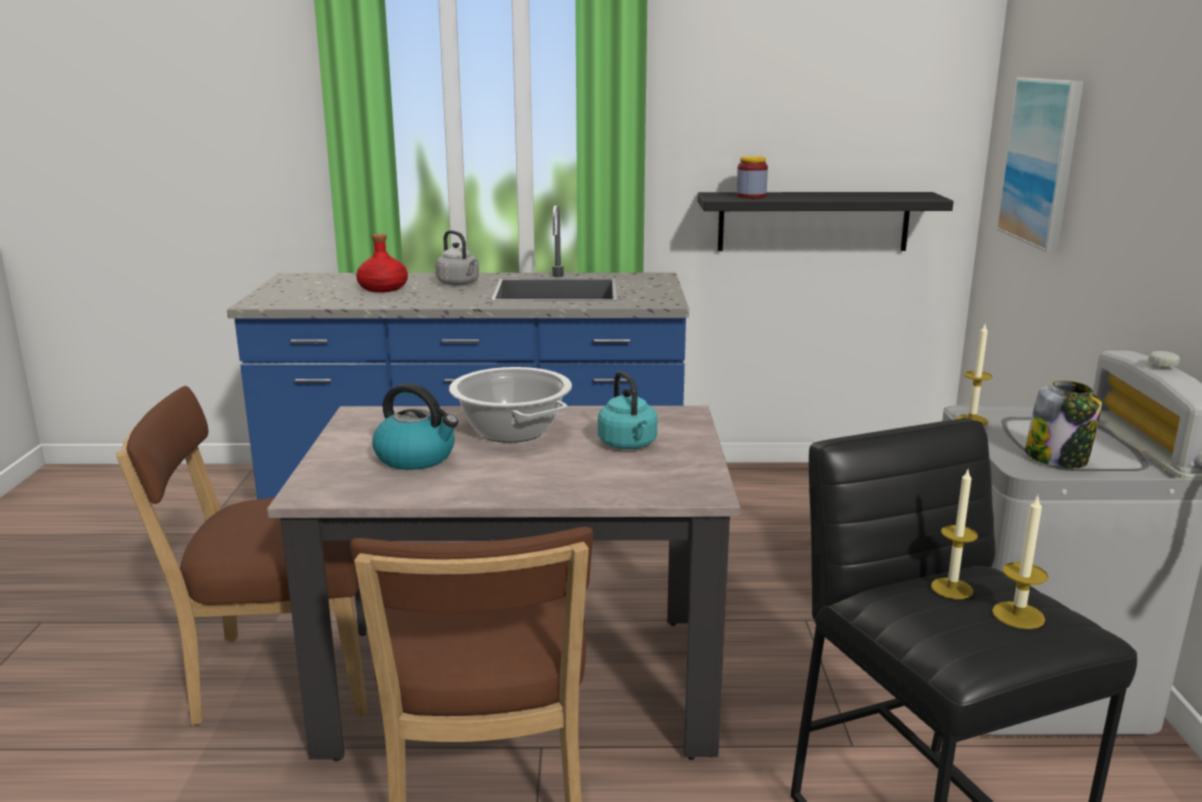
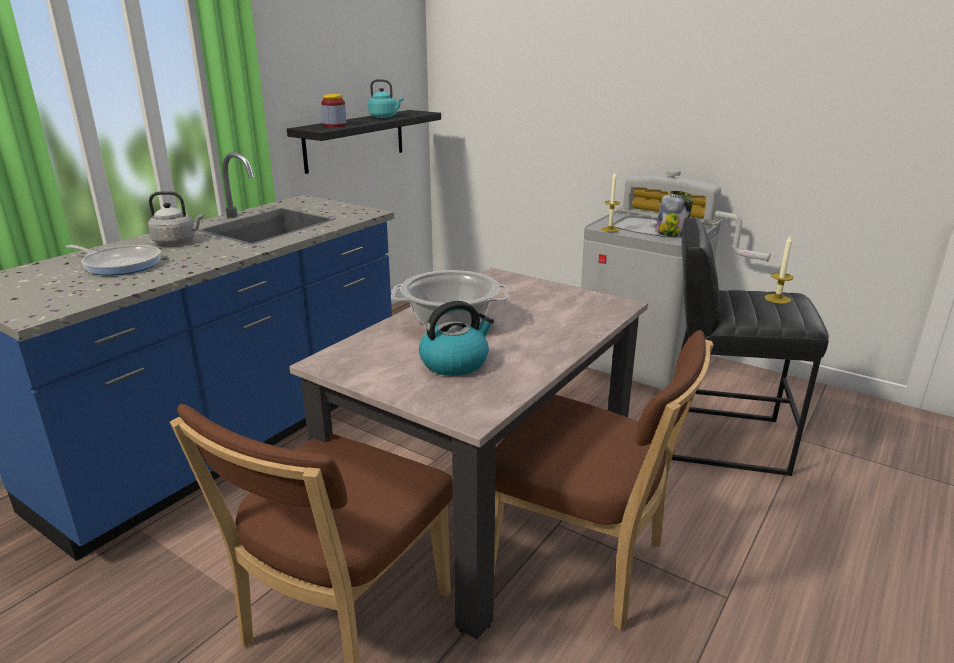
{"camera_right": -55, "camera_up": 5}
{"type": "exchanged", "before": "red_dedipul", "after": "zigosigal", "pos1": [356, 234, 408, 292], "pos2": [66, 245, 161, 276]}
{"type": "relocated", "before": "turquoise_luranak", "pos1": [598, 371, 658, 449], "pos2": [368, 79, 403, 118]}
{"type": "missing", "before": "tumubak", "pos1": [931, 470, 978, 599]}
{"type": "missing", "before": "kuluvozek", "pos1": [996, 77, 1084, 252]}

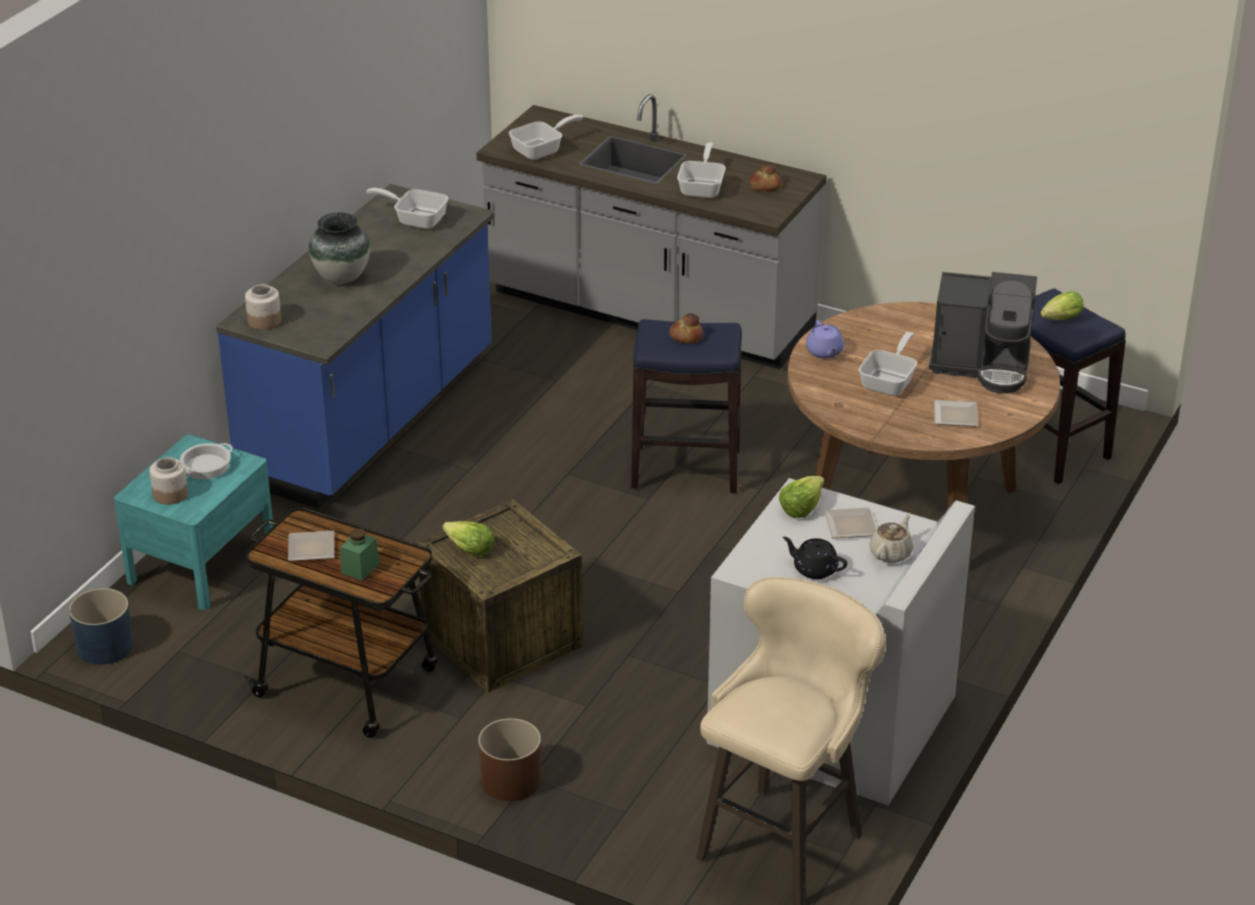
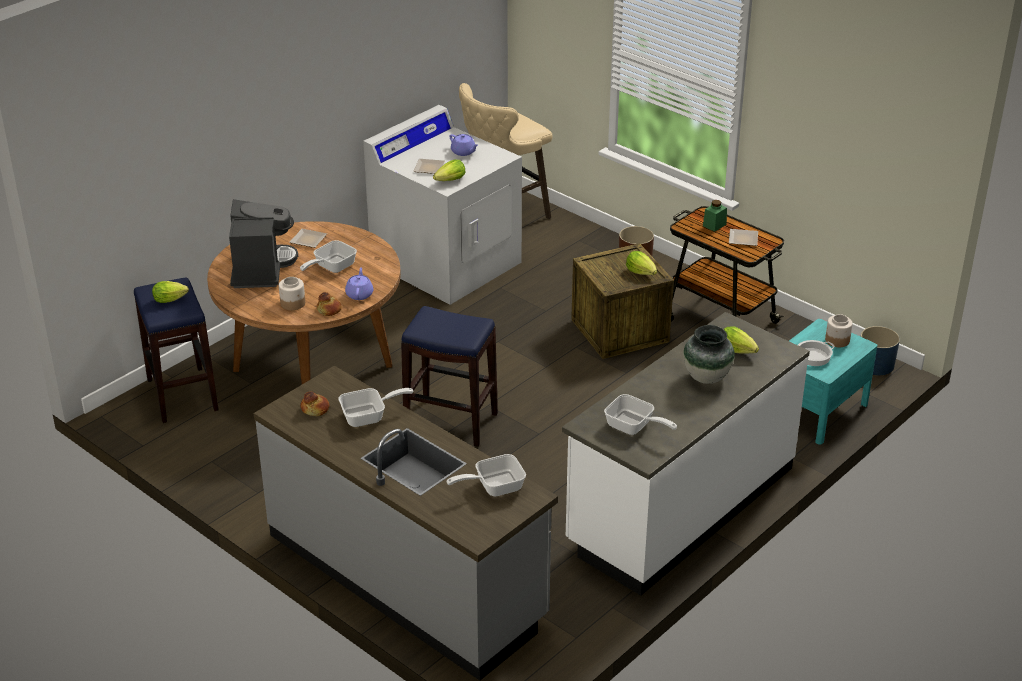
{"camera_right": -165, "camera_up": 0}
{"type": "spun", "before": "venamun", "pos1": [929, 272, 1037, 394], "pos2": [229, 199, 298, 288], "turn": 60}
{"type": "relocated", "before": "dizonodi", "pos1": [245, 284, 281, 330], "pos2": [279, 277, 305, 310]}
{"type": "relocated", "before": "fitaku", "pos1": [669, 313, 703, 344], "pos2": [317, 292, 342, 316]}
{"type": "spun", "before": "zigosigal", "pos1": [677, 143, 726, 198], "pos2": [338, 388, 414, 427], "turn": -135}
{"type": "colour", "before": "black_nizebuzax", "after": "purple_nizebuzax", "pos1": [783, 537, 847, 579], "pos2": [450, 134, 478, 156]}
{"type": "colour", "before": "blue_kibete", "after": "white_kibete", "pos1": [216, 184, 495, 509], "pos2": [562, 312, 810, 596]}
{"type": "appeared", "after": "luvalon", "pos2": [724, 326, 759, 353]}
{"type": "missing", "before": "beige_nizebuzax", "pos1": [869, 513, 914, 563]}

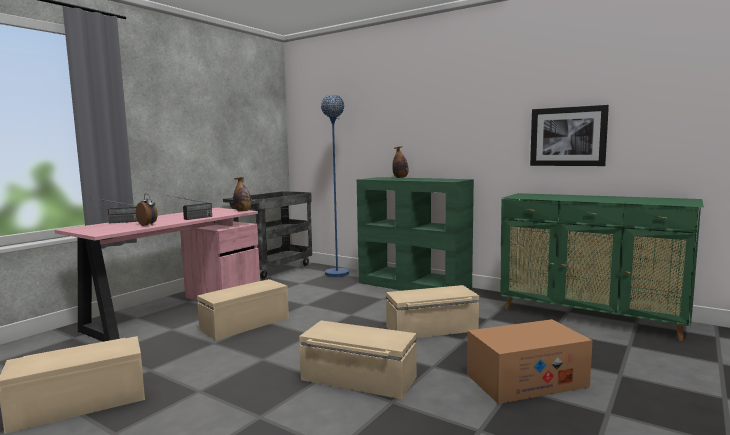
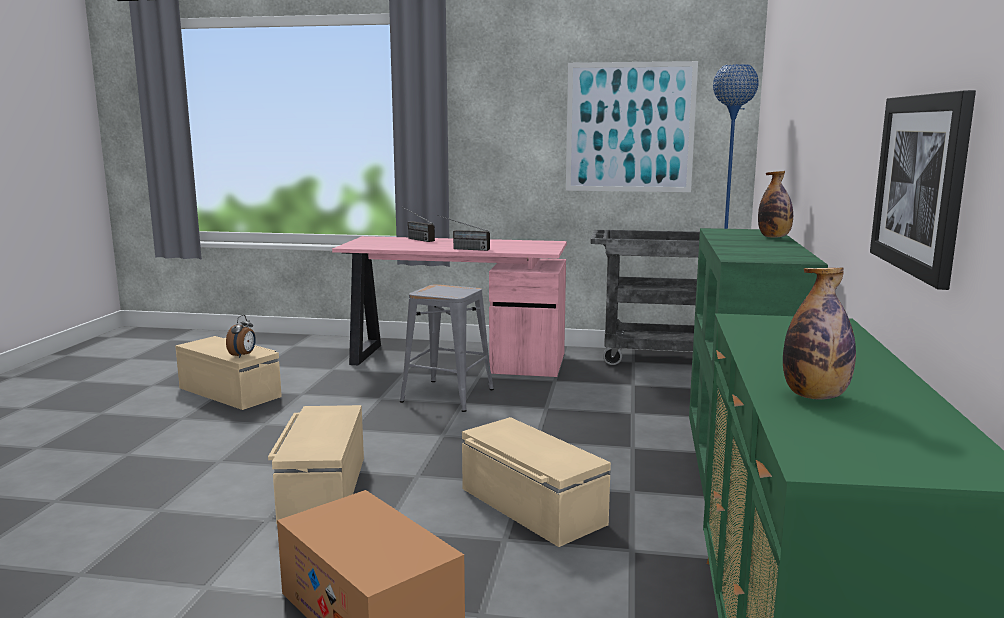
{"camera_right": 65, "camera_up": 5}
{"type": "relocated", "before": "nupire", "pos1": [136, 194, 158, 226], "pos2": [226, 315, 256, 358]}
{"type": "exchanged", "before": "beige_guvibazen", "after": "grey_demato", "pos1": [197, 279, 289, 340], "pos2": [400, 284, 494, 412]}
{"type": "appeared", "after": "kuluvozek", "pos2": [566, 61, 698, 192]}
{"type": "relocated", "before": "dedipul", "pos1": [233, 177, 251, 212], "pos2": [783, 267, 856, 400]}

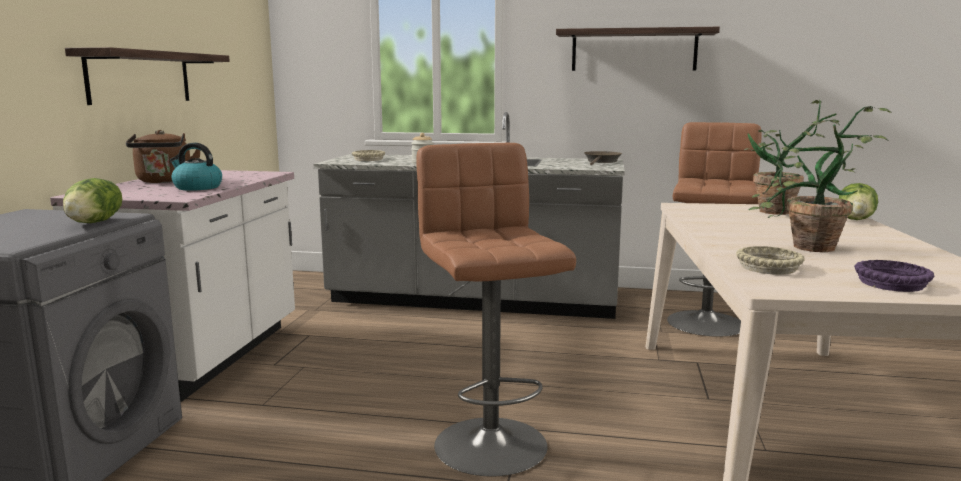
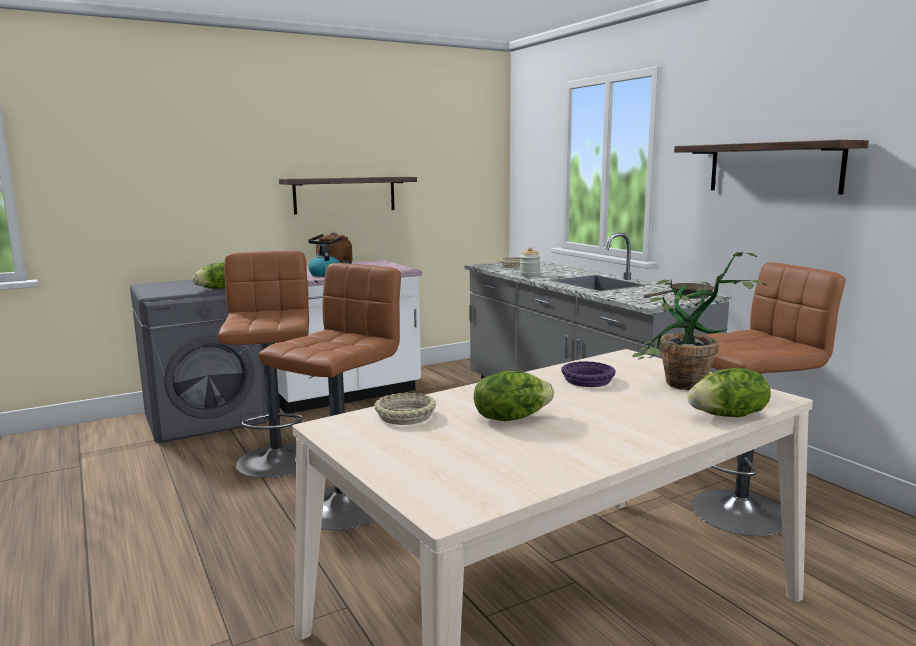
{"camera_right": 50, "camera_up": 0}
{"type": "appeared", "after": "brown_demato", "pos2": [218, 251, 309, 478]}
{"type": "exchanged", "before": "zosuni", "after": "luvalon", "pos1": [749, 106, 892, 252], "pos2": [474, 371, 554, 421]}
{"type": "relocated", "before": "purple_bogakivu", "pos1": [854, 260, 935, 292], "pos2": [561, 361, 616, 387]}

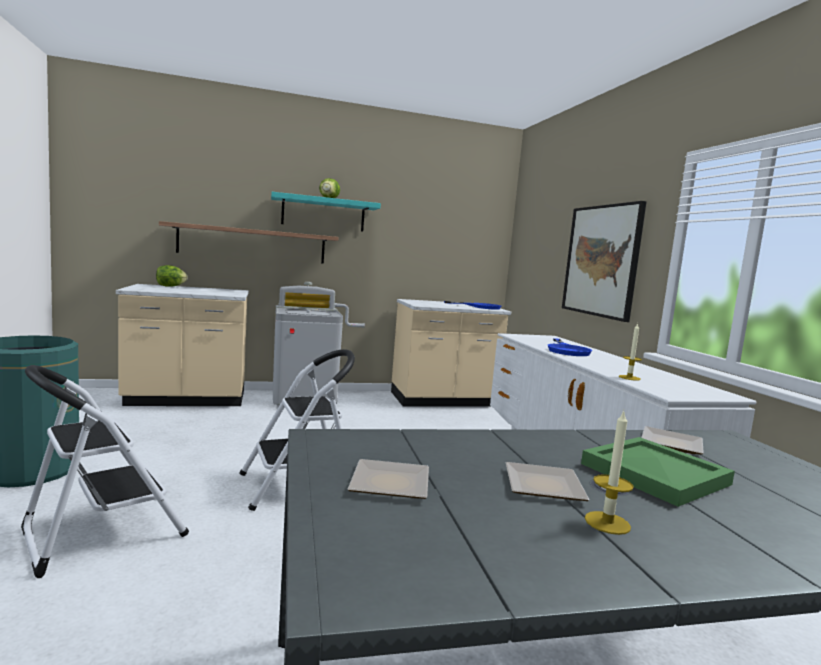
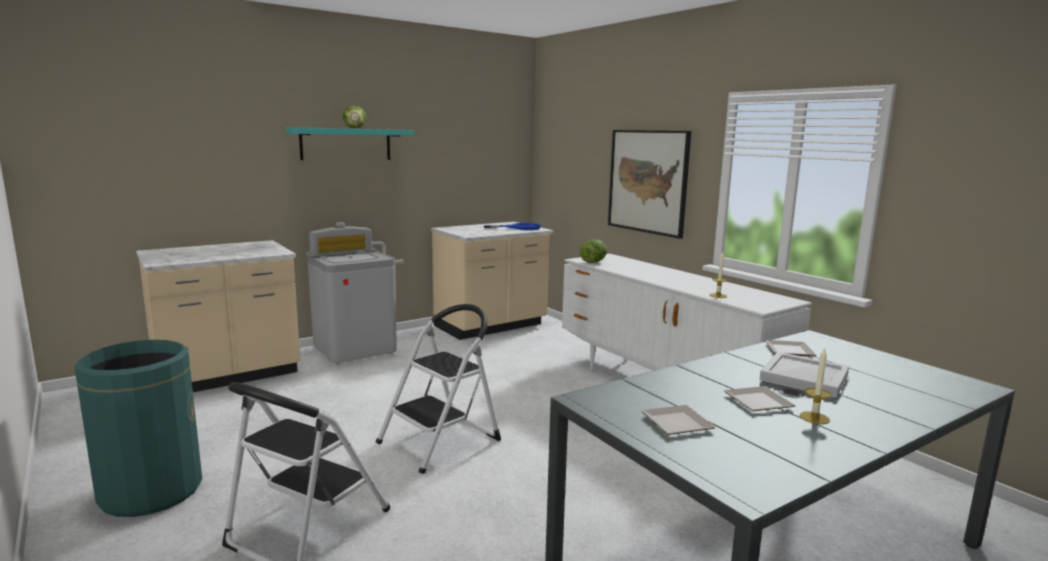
{"camera_right": -20, "camera_up": 5}
{"type": "relocated", "before": "luvalon", "pos1": [156, 265, 188, 287], "pos2": [579, 239, 607, 263]}
{"type": "colour", "before": "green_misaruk", "after": "white_misaruk", "pos1": [581, 437, 735, 507], "pos2": [759, 352, 849, 398]}
{"type": "missing", "before": "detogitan", "pos1": [159, 221, 339, 264]}
{"type": "missing", "before": "blue_zigosigal", "pos1": [548, 338, 592, 356]}

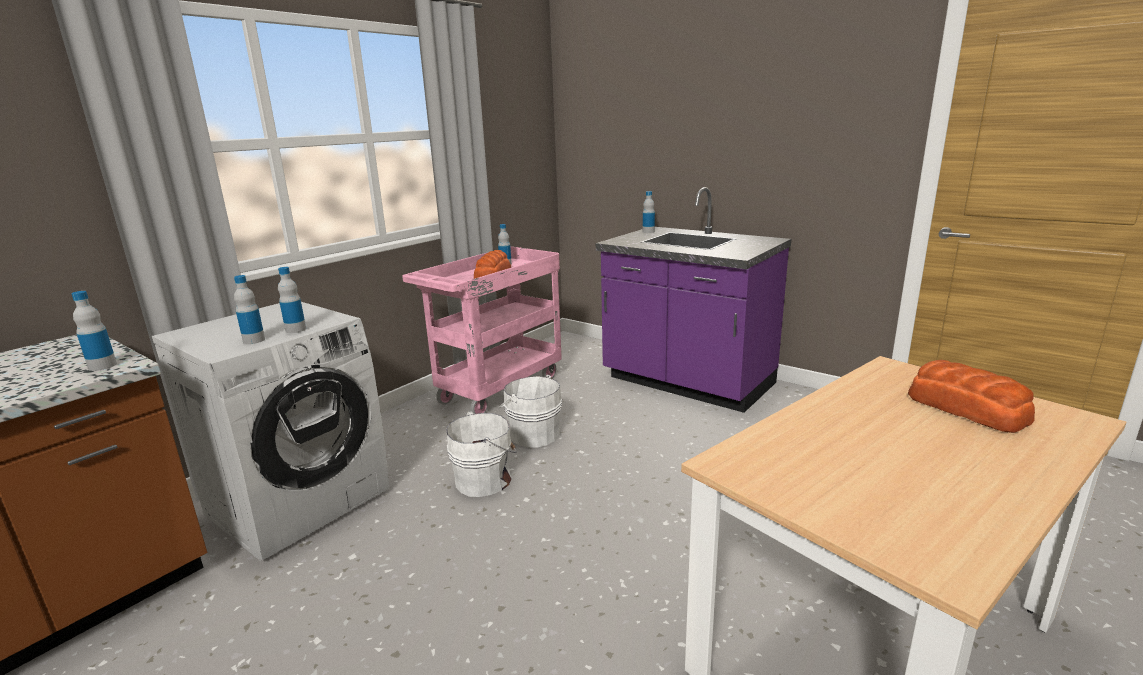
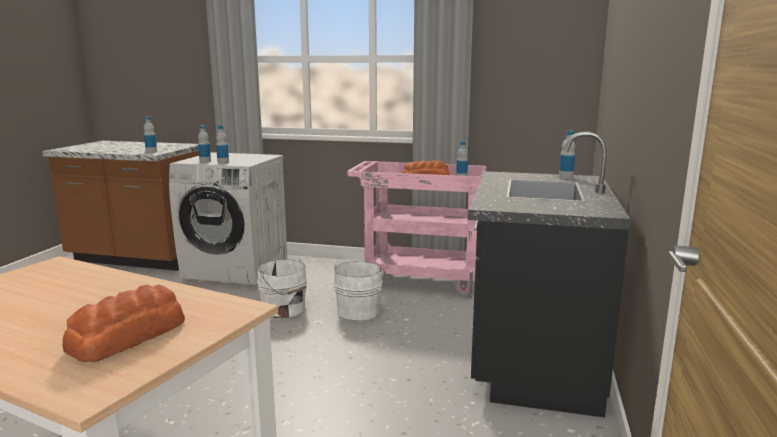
{"camera_right": 65, "camera_up": -5}
{"type": "colour", "before": "purple_kibete", "after": "black_kibete", "pos1": [596, 187, 791, 413], "pos2": [468, 132, 631, 417]}

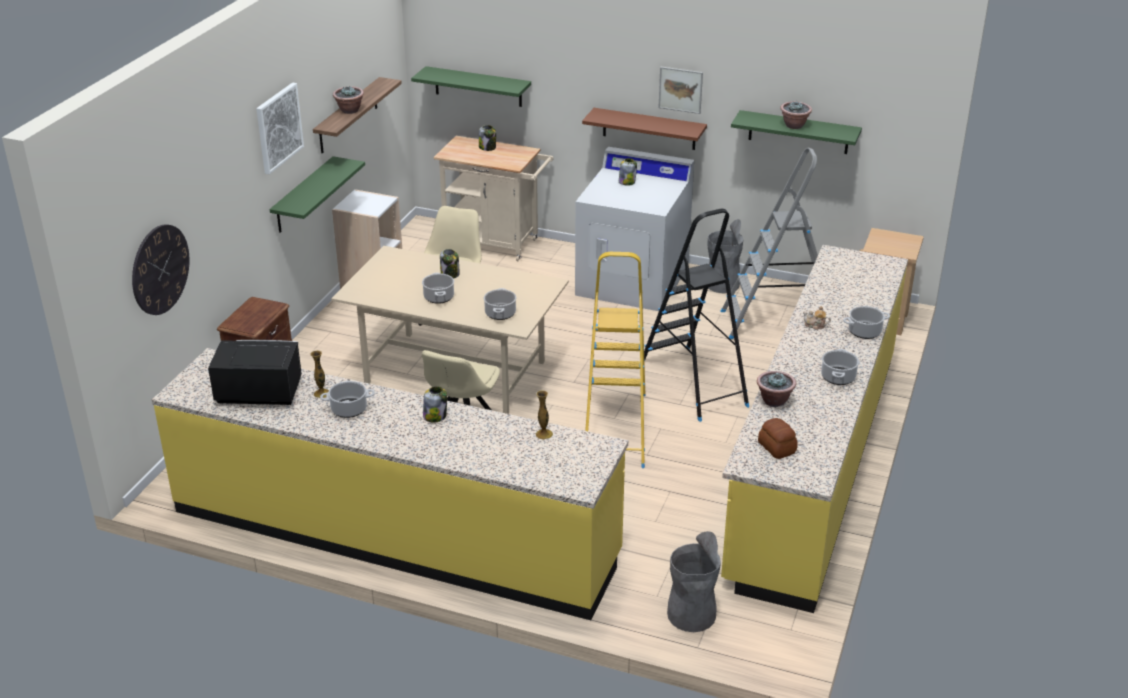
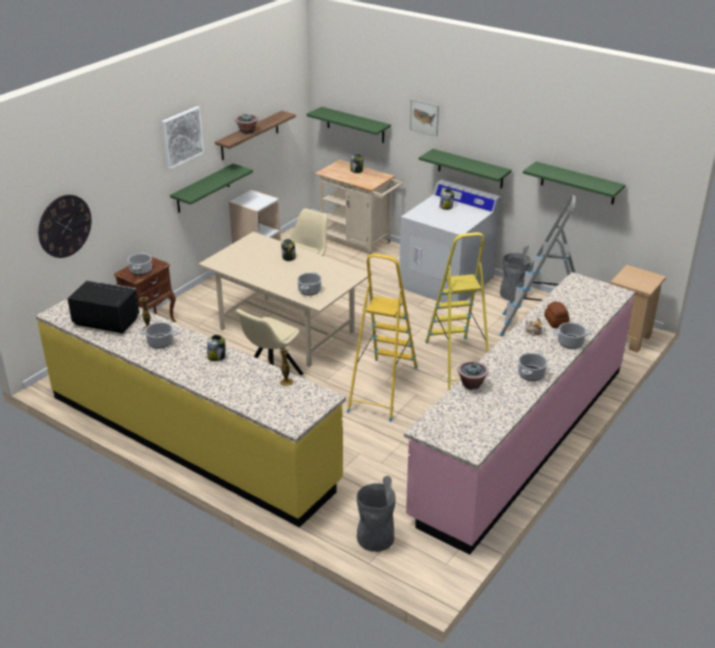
{"camera_right": 15, "camera_up": 0}
{"type": "relocated", "before": "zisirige", "pos1": [422, 273, 454, 304], "pos2": [128, 253, 152, 275]}
{"type": "colour", "before": "yellow_kibete", "after": "pink_kibete", "pos1": [721, 245, 908, 613], "pos2": [404, 272, 635, 555]}
{"type": "relocated", "before": "kuluvozek", "pos1": [659, 67, 703, 114], "pos2": [410, 99, 439, 137]}
{"type": "colour", "before": "brown_detogitan", "after": "green_detogitan", "pos1": [582, 108, 707, 150], "pos2": [419, 149, 512, 189]}
{"type": "colour", "before": "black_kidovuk", "after": "yellow_kidovuk", "pos1": [644, 209, 749, 422], "pos2": [425, 232, 489, 390]}
{"type": "relocated", "before": "fitaku", "pos1": [758, 418, 798, 459], "pos2": [544, 302, 570, 328]}
{"type": "missing", "before": "zosuni", "pos1": [780, 101, 812, 129]}

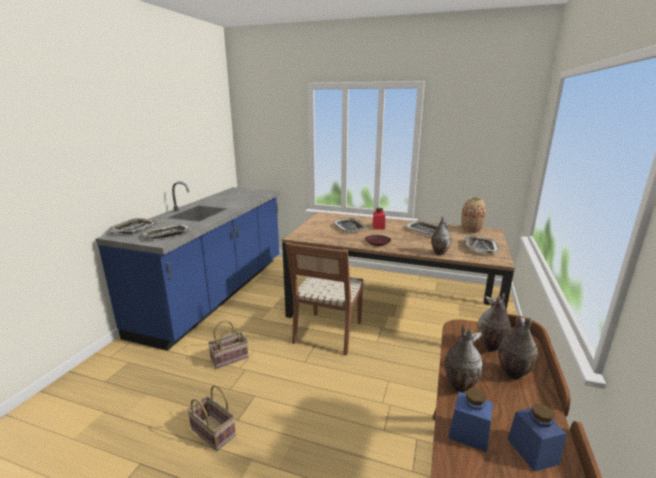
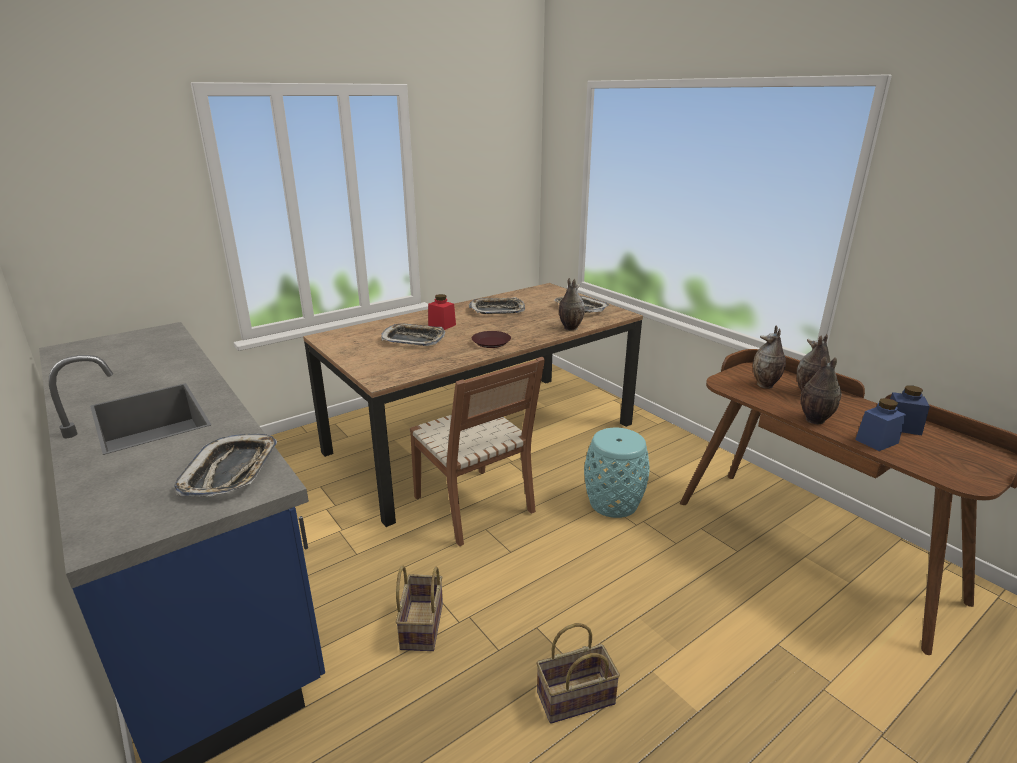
{"camera_right": -55, "camera_up": 5}
{"type": "appeared", "after": "turquoise_demato", "pos2": [584, 428, 649, 518]}
{"type": "missing", "before": "misaruk", "pos1": [109, 218, 157, 234]}
{"type": "missing", "before": "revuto", "pos1": [461, 197, 486, 234]}

